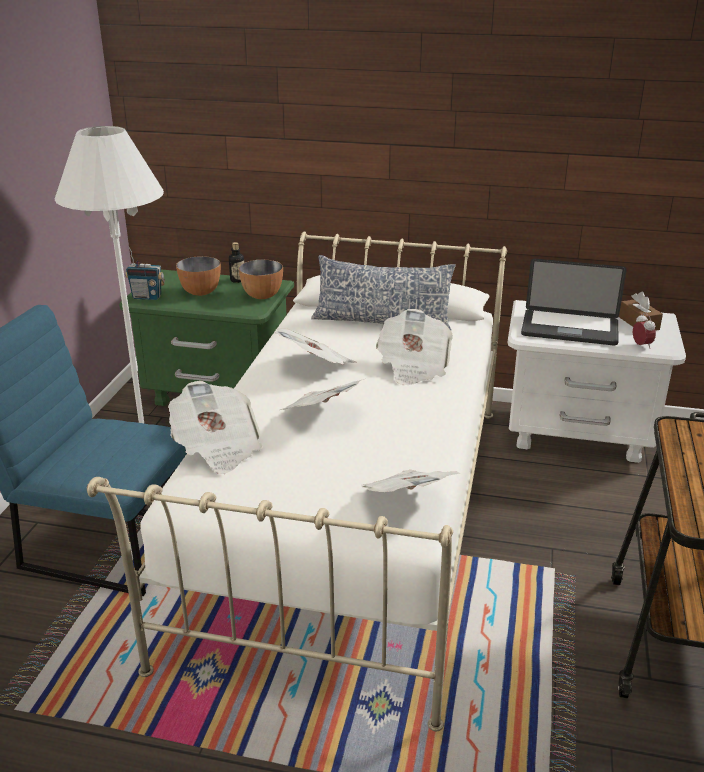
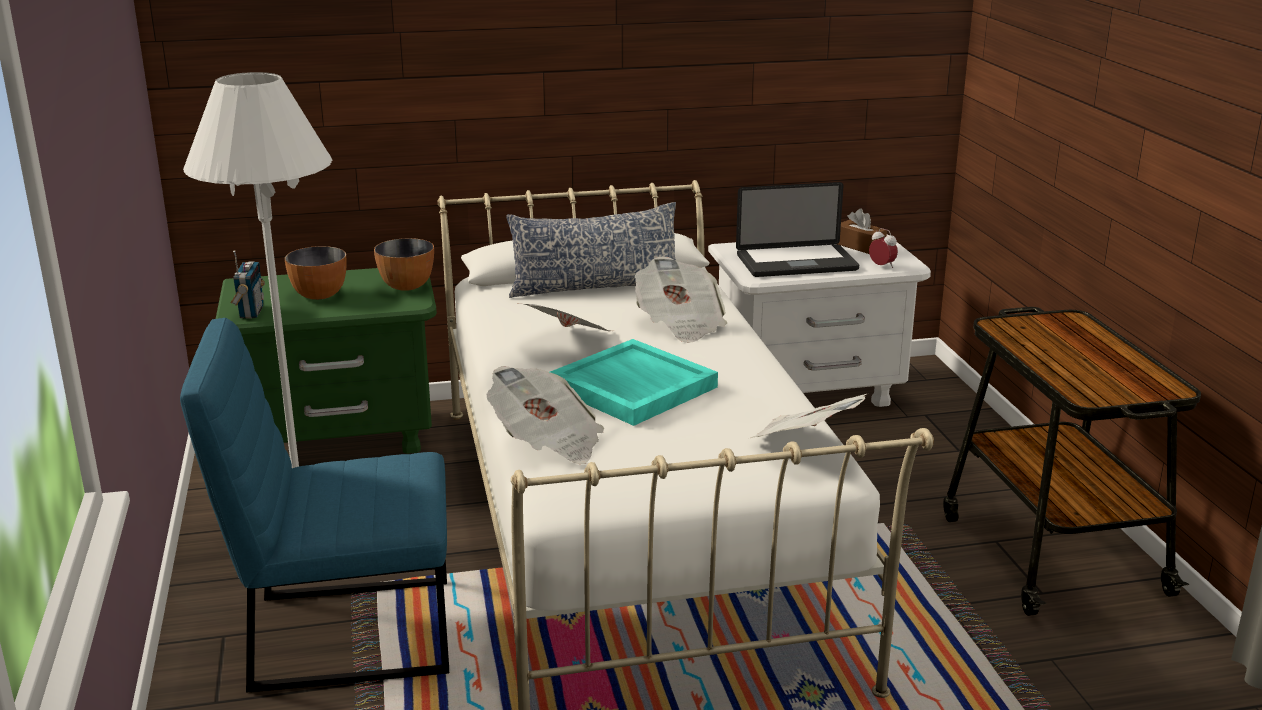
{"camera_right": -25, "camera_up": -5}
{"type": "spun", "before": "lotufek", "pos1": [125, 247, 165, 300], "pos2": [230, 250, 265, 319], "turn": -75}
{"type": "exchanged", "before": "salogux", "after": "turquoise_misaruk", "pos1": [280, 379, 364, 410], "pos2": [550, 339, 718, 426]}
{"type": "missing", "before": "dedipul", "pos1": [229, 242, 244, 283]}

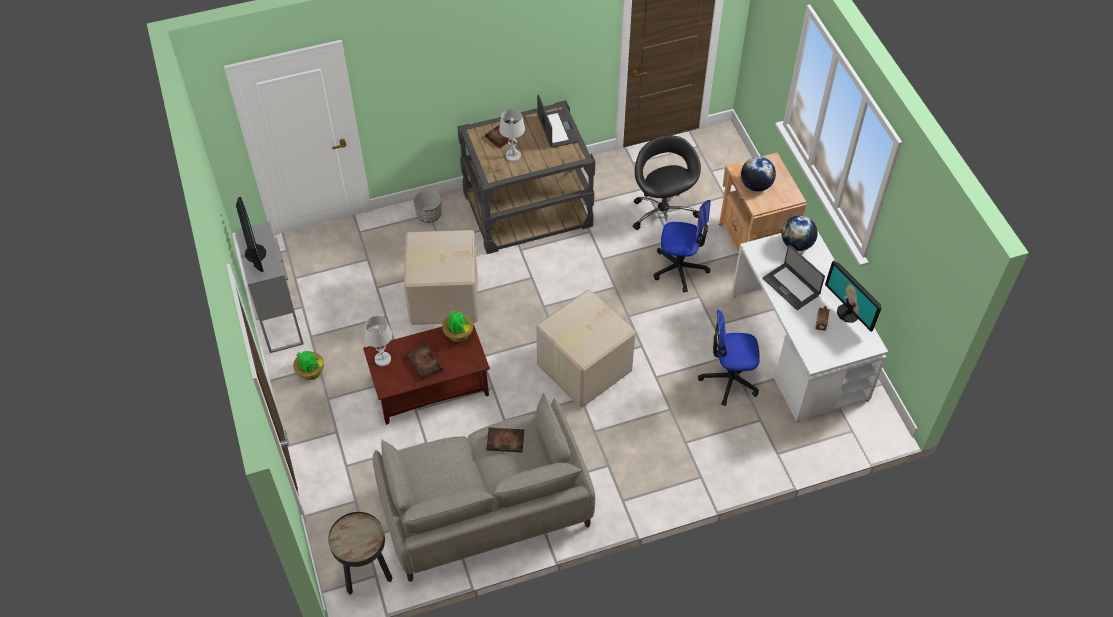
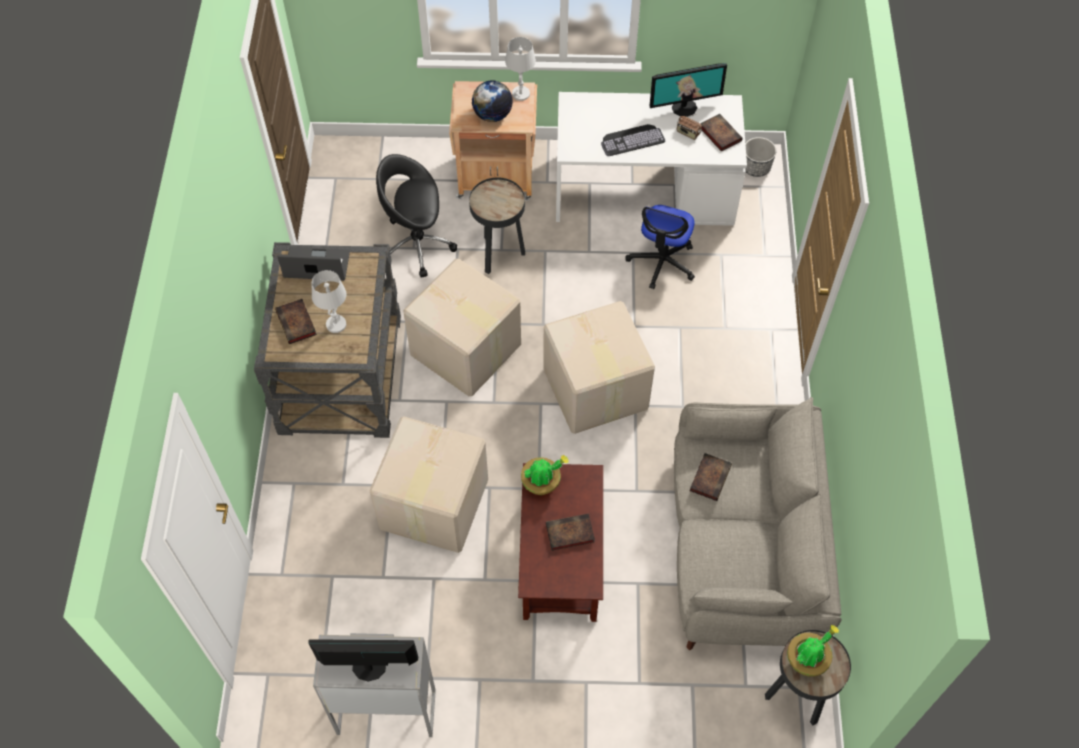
{"camera_right": -70, "camera_up": 5}
{"type": "appeared", "after": "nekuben", "pos2": [403, 259, 521, 396]}
{"type": "exchanged", "before": "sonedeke", "after": "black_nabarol", "pos1": [654, 200, 711, 293], "pos2": [469, 177, 525, 274]}
{"type": "relocated", "before": "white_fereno", "pos1": [364, 316, 392, 366], "pos2": [505, 37, 536, 101]}
{"type": "exchanged", "before": "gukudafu", "after": "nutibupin", "pos1": [763, 245, 825, 310], "pos2": [601, 124, 665, 156]}
{"type": "appeared", "after": "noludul", "pos2": [700, 114, 743, 152]}
{"type": "relocated", "before": "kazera", "pos1": [413, 189, 442, 223], "pos2": [745, 137, 776, 177]}
{"type": "relocated", "before": "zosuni", "pos1": [293, 351, 324, 380], "pos2": [787, 625, 839, 677]}
{"type": "missing", "before": "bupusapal", "pos1": [782, 216, 818, 251]}

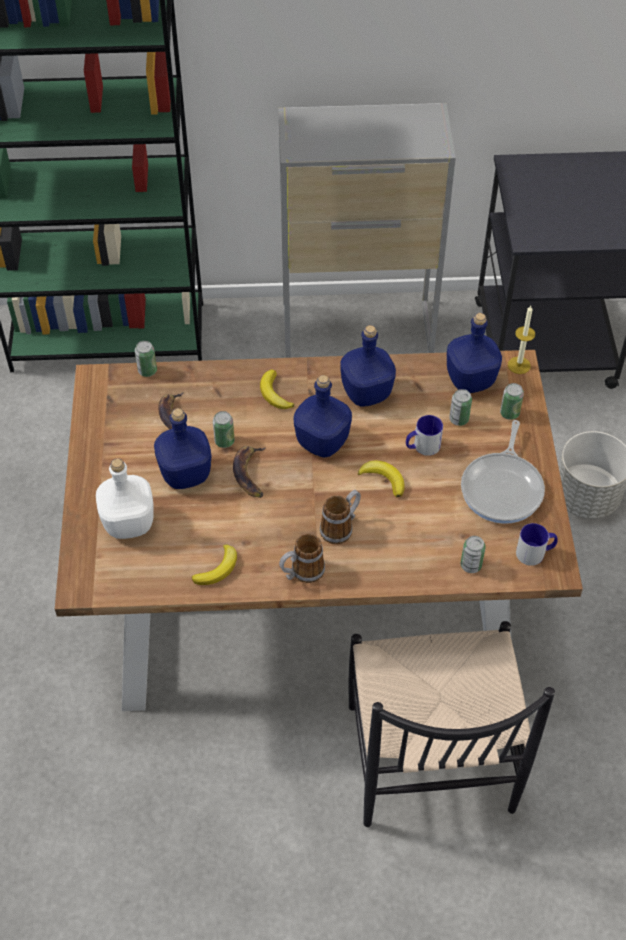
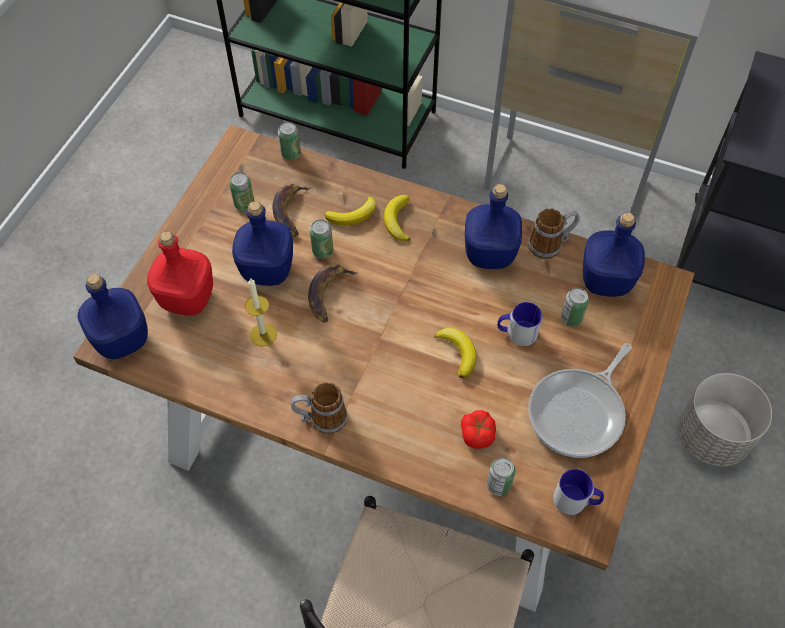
{"camera_right": 25, "camera_up": 5}
{"type": "relocated", "before": "blue_dedipul", "pos1": [294, 375, 352, 457], "pos2": [78, 274, 148, 359]}
{"type": "colour", "before": "white_dedipul", "after": "red_dedipul", "pos1": [96, 458, 154, 539], "pos2": [147, 231, 213, 316]}
{"type": "relocated", "before": "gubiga", "pos1": [500, 383, 524, 420], "pos2": [229, 172, 254, 211]}
{"type": "relocated", "before": "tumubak", "pos1": [508, 306, 535, 374], "pos2": [245, 279, 277, 347]}
{"type": "relocated", "before": "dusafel", "pos1": [192, 544, 237, 585], "pos2": [325, 196, 376, 225]}
{"type": "appeared", "after": "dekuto", "pos2": [461, 410, 496, 449]}
{"type": "relocated", "before": "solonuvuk", "pos1": [320, 490, 361, 544], "pos2": [528, 208, 580, 259]}

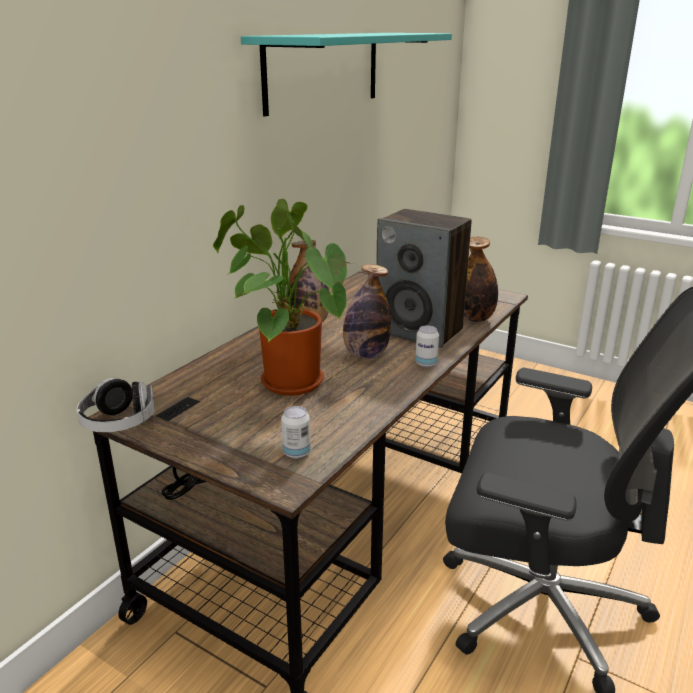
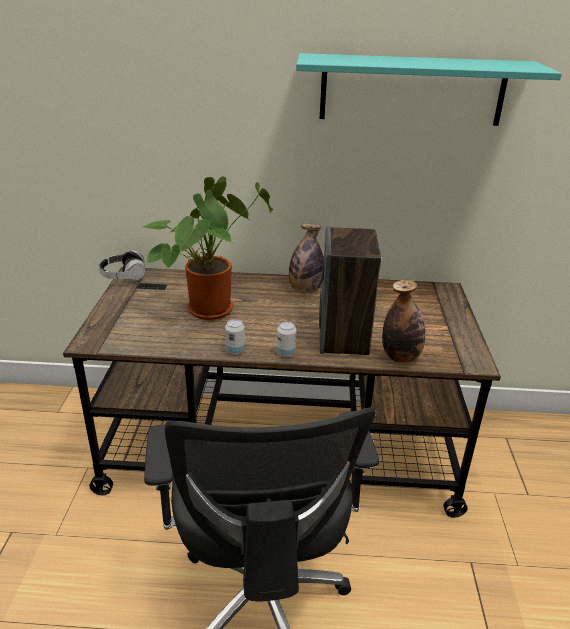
{"camera_right": 60, "camera_up": 5}
{"type": "relocated", "before": "gubiga", "pos1": [281, 406, 311, 459], "pos2": [225, 319, 245, 355]}
{"type": "missing", "before": "dedipul", "pos1": [343, 264, 391, 359]}

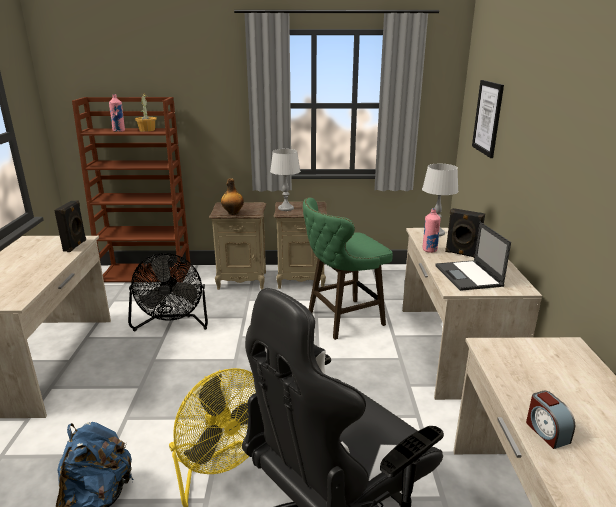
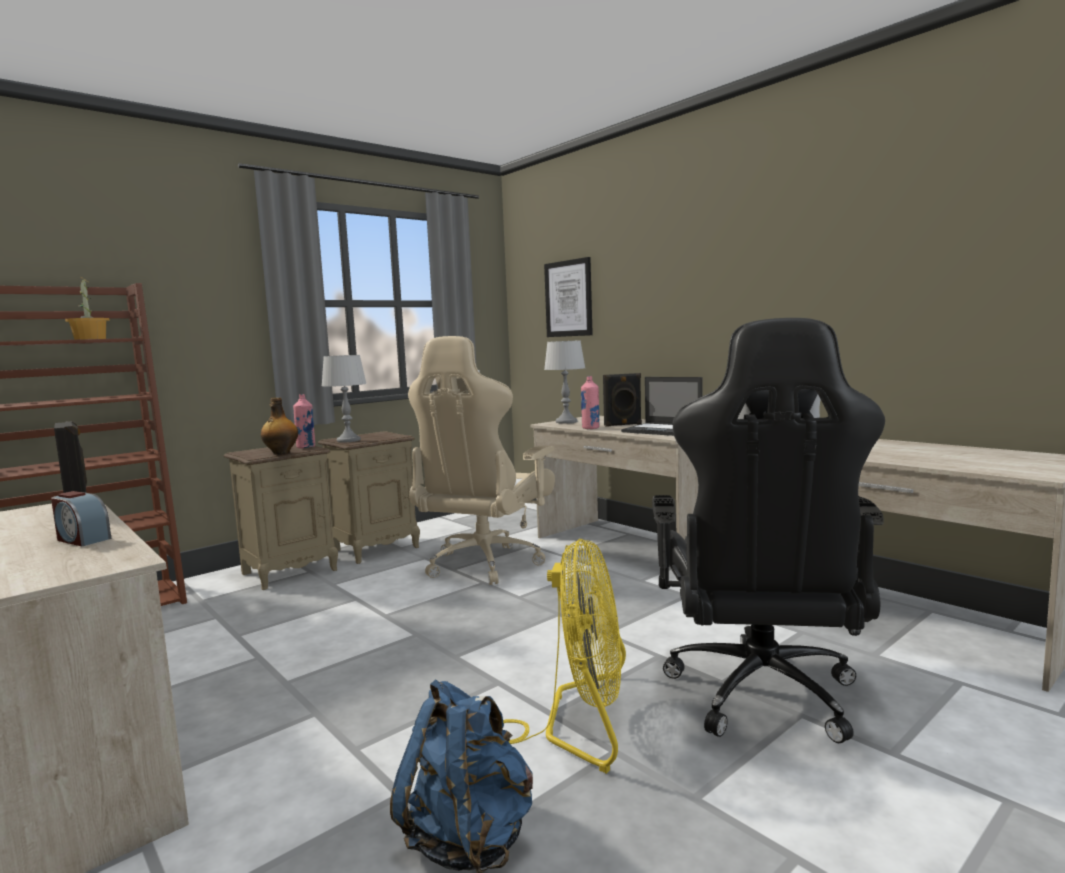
{"camera_right": -40, "camera_up": -15}
{"type": "relocated", "before": "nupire", "pos1": [526, 391, 575, 449], "pos2": [51, 491, 111, 546]}
{"type": "relocated", "before": "pink_dedipul", "pos1": [109, 94, 125, 132], "pos2": [293, 394, 315, 448]}
{"type": "exchanged", "before": "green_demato", "after": "beige_sonedeke", "pos1": [303, 197, 393, 340], "pos2": [408, 336, 555, 585]}
{"type": "missing", "before": "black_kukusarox", "pos1": [128, 253, 208, 331]}

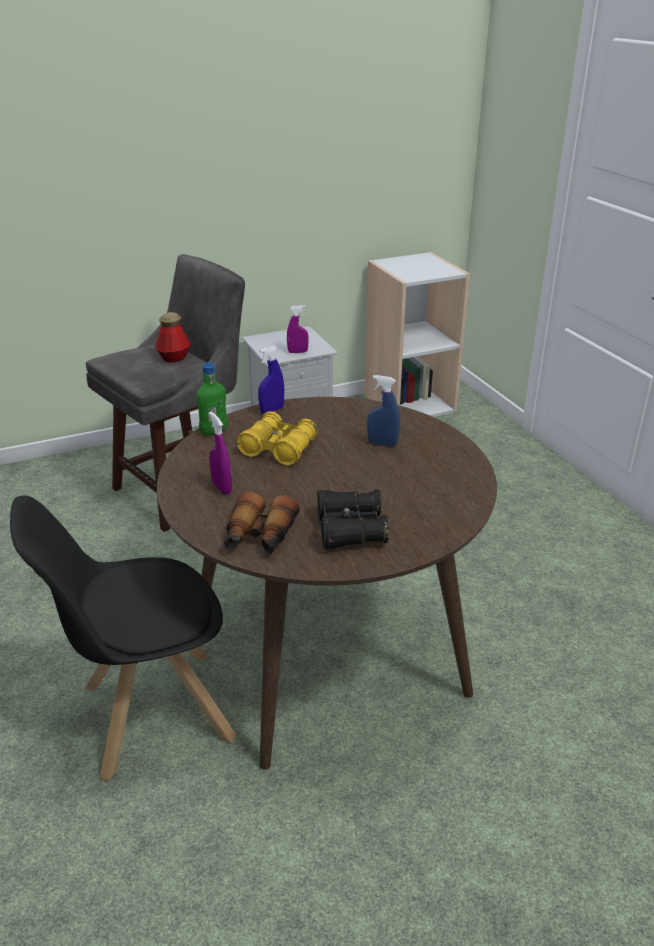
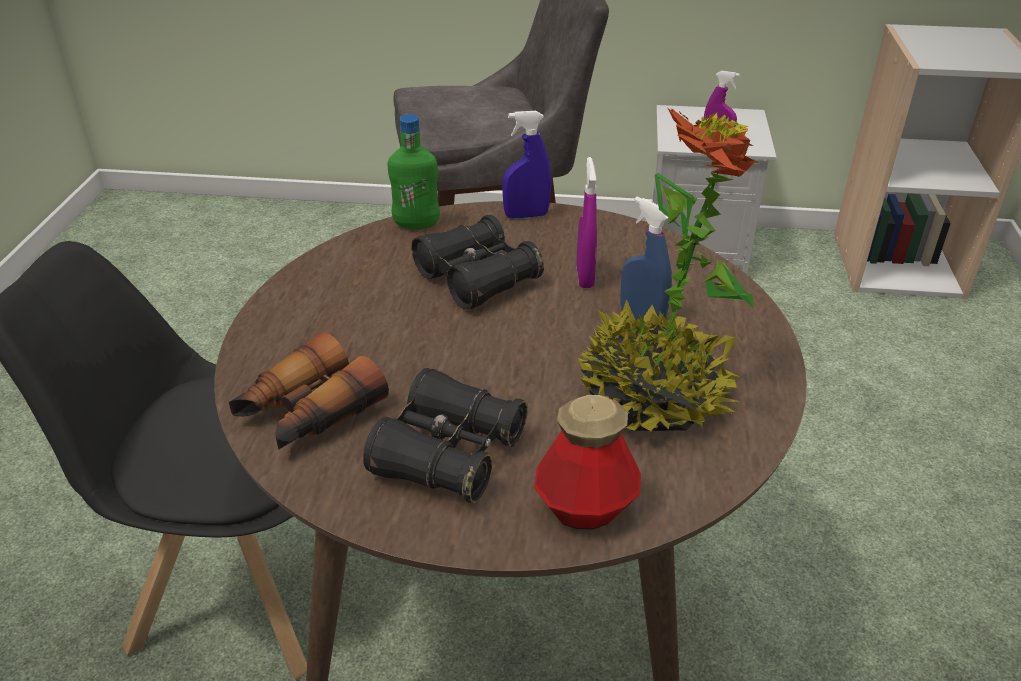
{"camera_right": 30, "camera_up": 5}
{"type": "colour", "before": "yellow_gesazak", "after": "black_gesazak", "pos1": [237, 411, 318, 466], "pos2": [411, 215, 544, 310]}
{"type": "relocated", "before": "dedipul", "pos1": [155, 312, 191, 362], "pos2": [534, 395, 641, 530]}
{"type": "relocated", "before": "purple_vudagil", "pos1": [209, 412, 232, 495], "pos2": [576, 157, 597, 288]}
{"type": "appeared", "after": "zosuni", "pos2": [578, 108, 758, 431]}

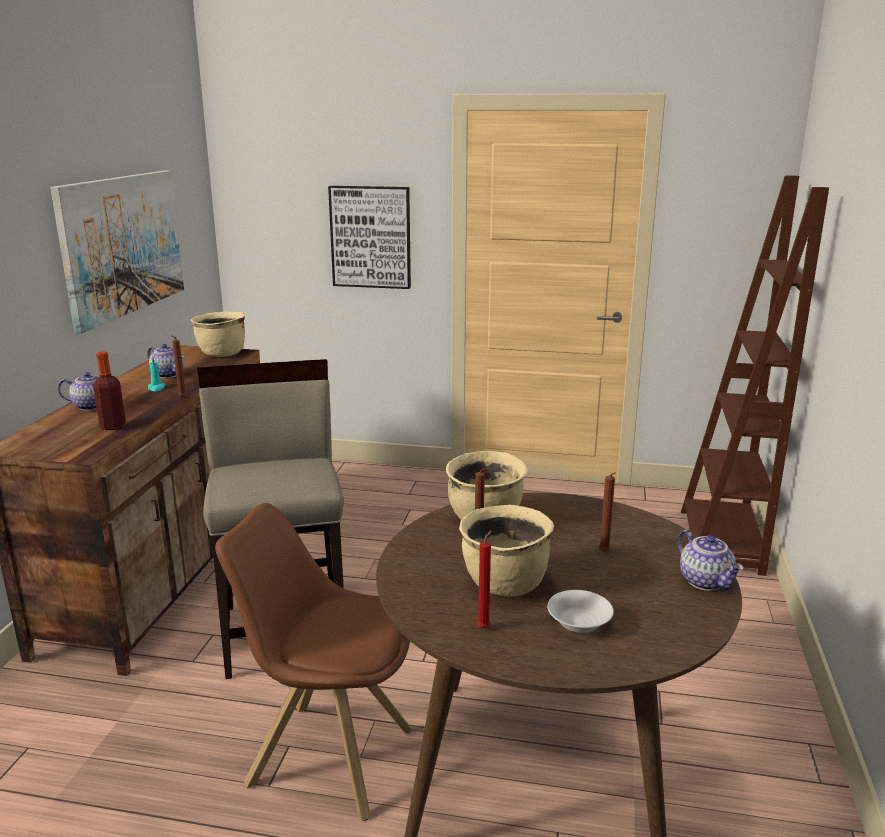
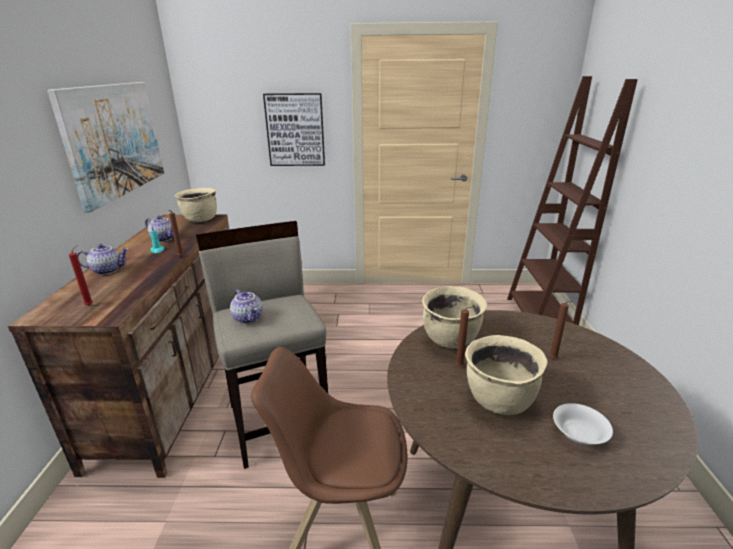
{"camera_right": -10, "camera_up": 5}
{"type": "relocated", "before": "red_tumubak", "pos1": [477, 530, 492, 628], "pos2": [69, 246, 93, 306]}
{"type": "relocated", "before": "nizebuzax", "pos1": [677, 530, 744, 591], "pos2": [230, 289, 263, 324]}
{"type": "missing", "before": "dedipul", "pos1": [93, 352, 126, 430]}

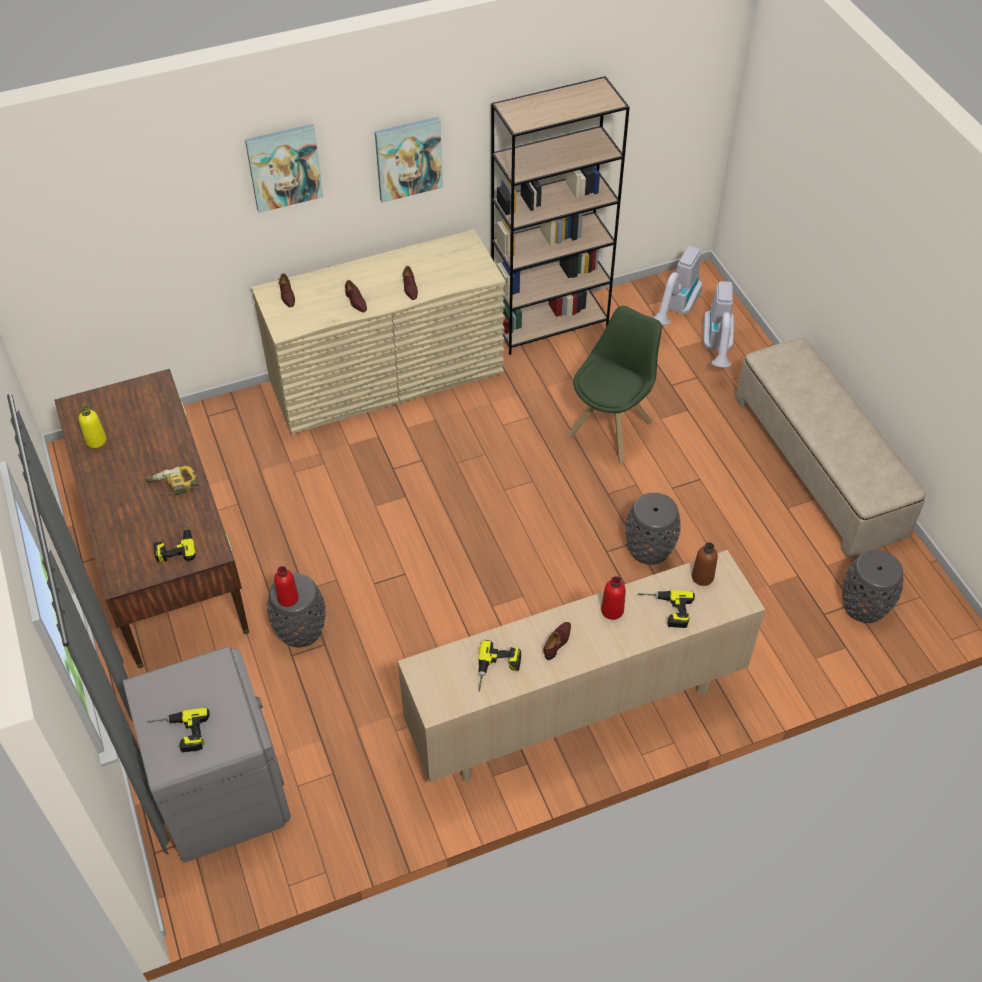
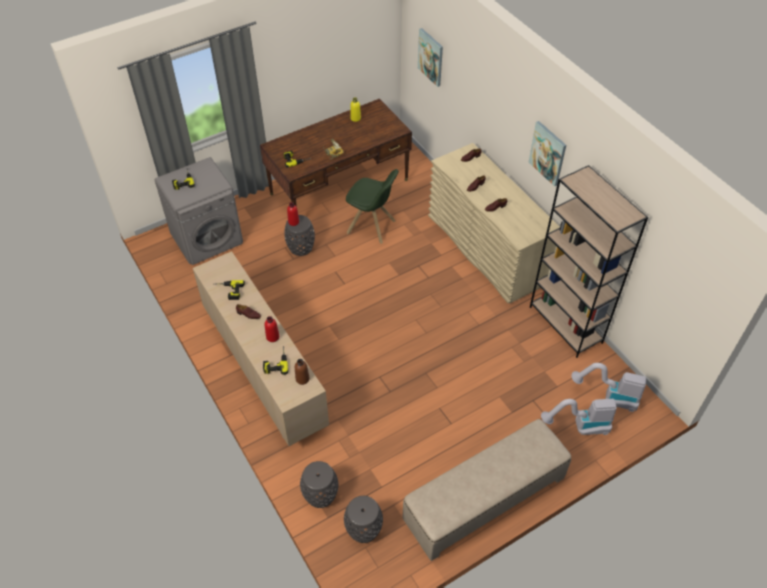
{"camera_right": 80, "camera_up": 0}
{"type": "relocated", "before": "grey_demato", "pos1": [625, 493, 681, 565], "pos2": [300, 461, 338, 508]}
{"type": "relocated", "before": "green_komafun", "pos1": [567, 306, 662, 463], "pos2": [346, 169, 399, 244]}
{"type": "relocated", "before": "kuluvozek", "pos1": [245, 124, 323, 213], "pos2": [418, 28, 443, 87]}

